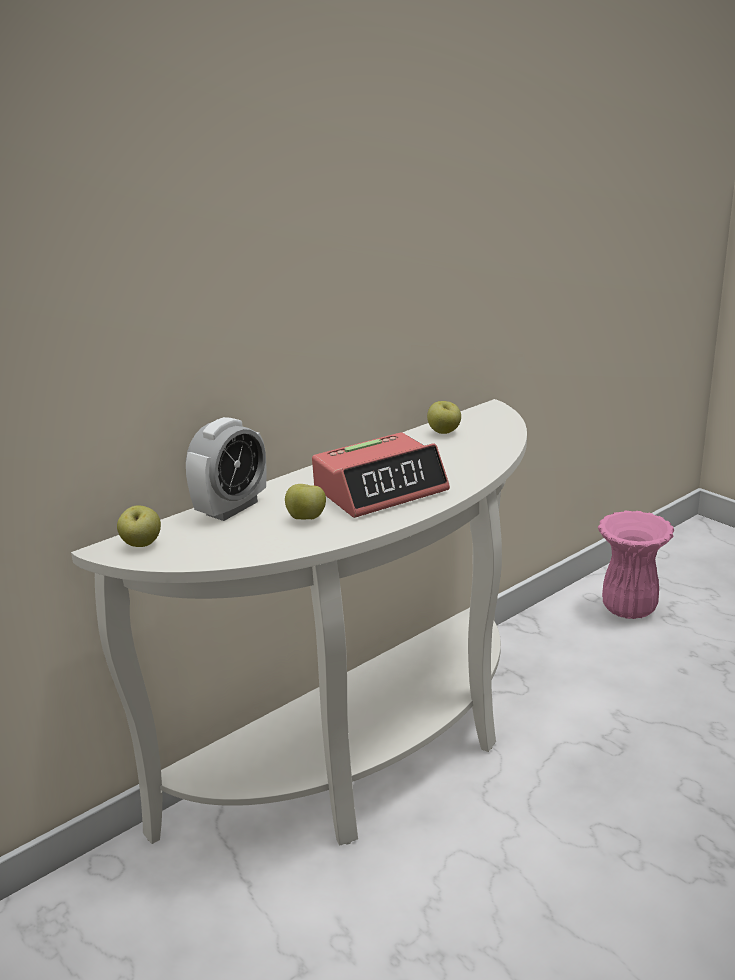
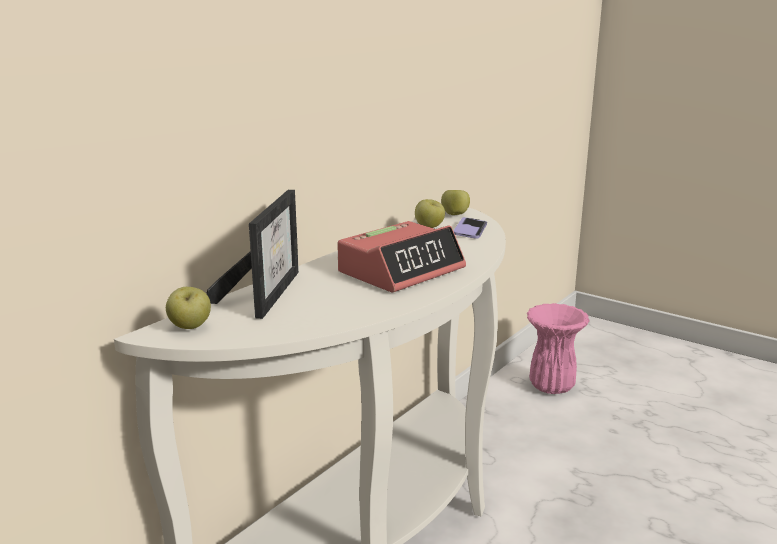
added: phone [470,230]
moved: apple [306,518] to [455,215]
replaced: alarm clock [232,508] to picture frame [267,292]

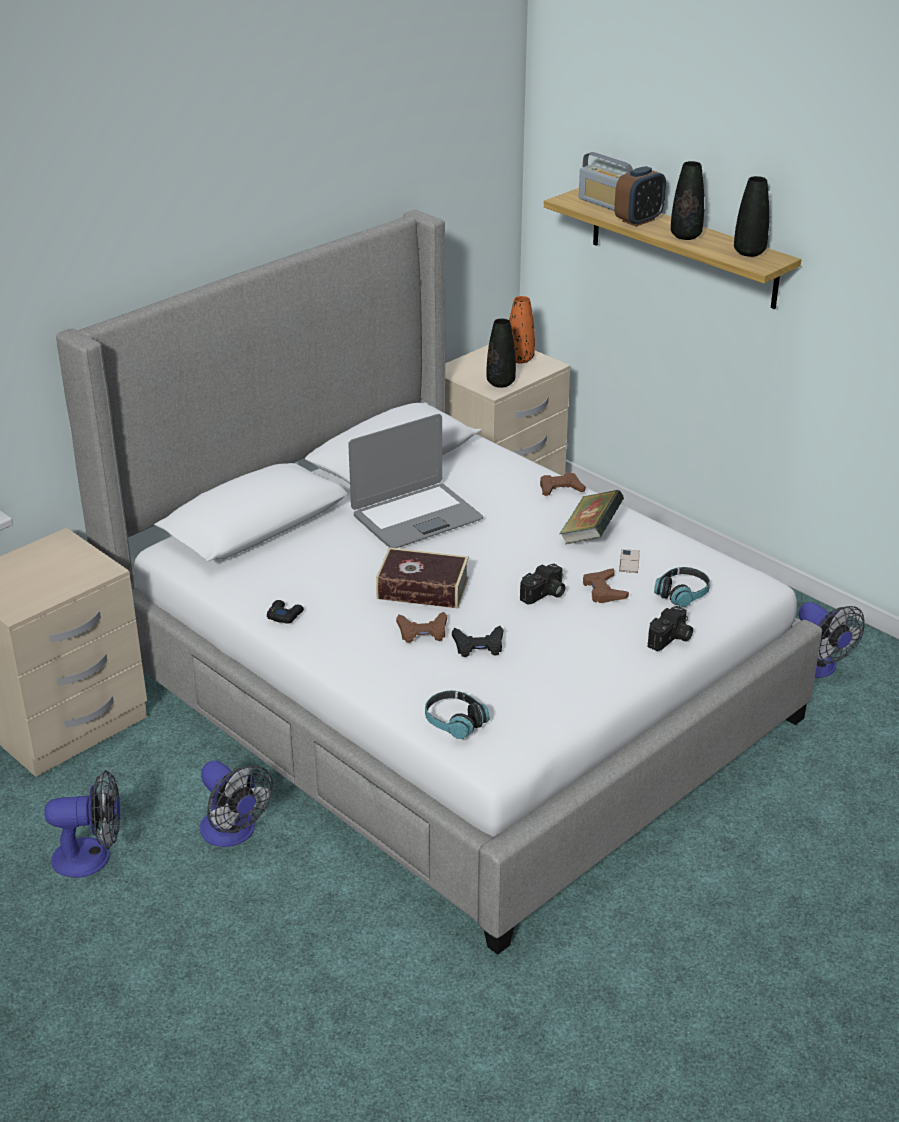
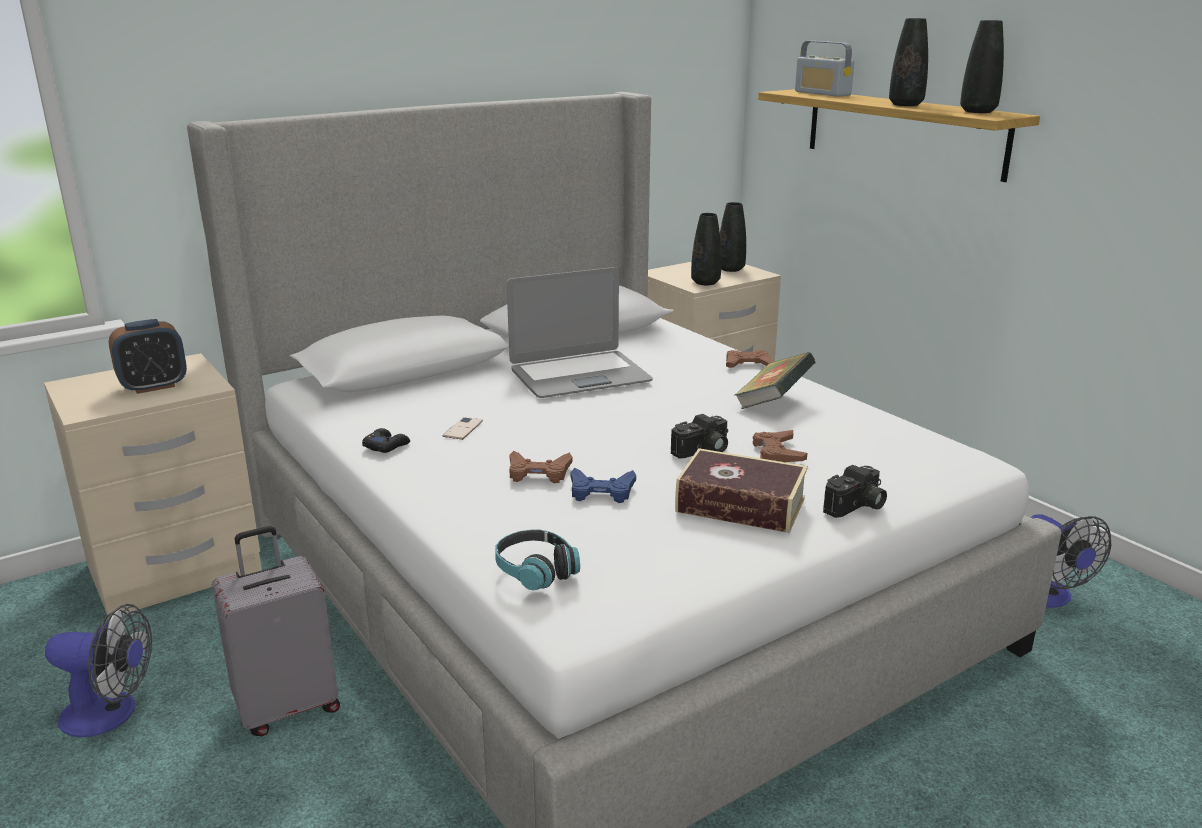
removed: headphones [682,594]
moved: book [422,588] to [740,505]; alarm clock [638,220] to [154,386]; phone [629,561] to [463,429]
replaced: fan [233,833] to grey suitcase [287,707]
recoloured: black game controller [478,646] to blue game controller [601,491]; orange vase [520,359] to black vase [730,269]

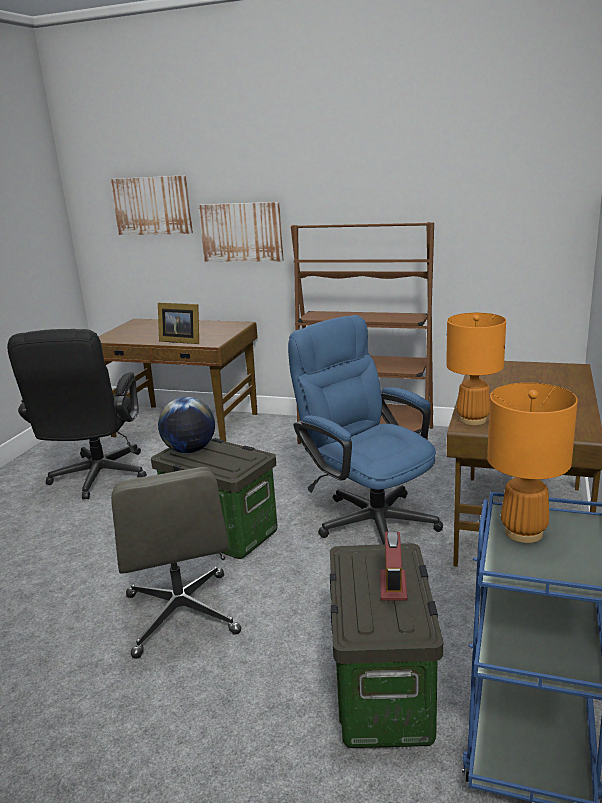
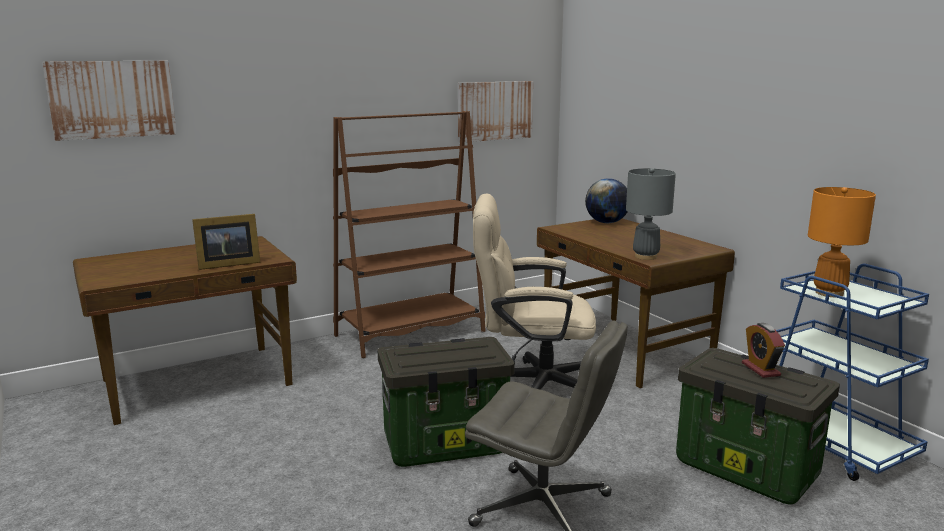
removed: black office chair [97,479]
moved: globe [190,450] to [606,222]; picture [241,232] to [494,110]
recoloured: blue office chair [368,517] to beige office chair [531,384]; orange table lamp [472,420] to grey table lamp [645,257]
turned: alarm clock [393,586] = [760,369] 150 degrees counterclockwise

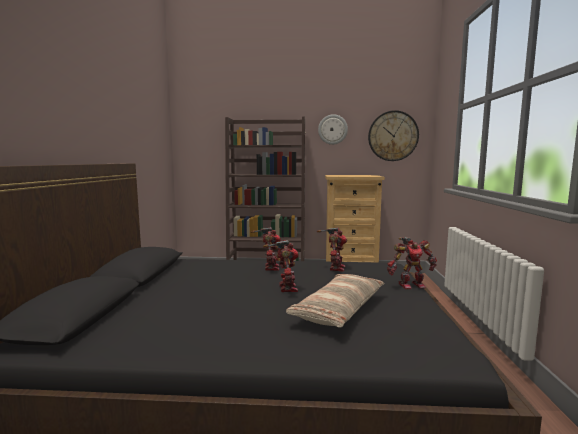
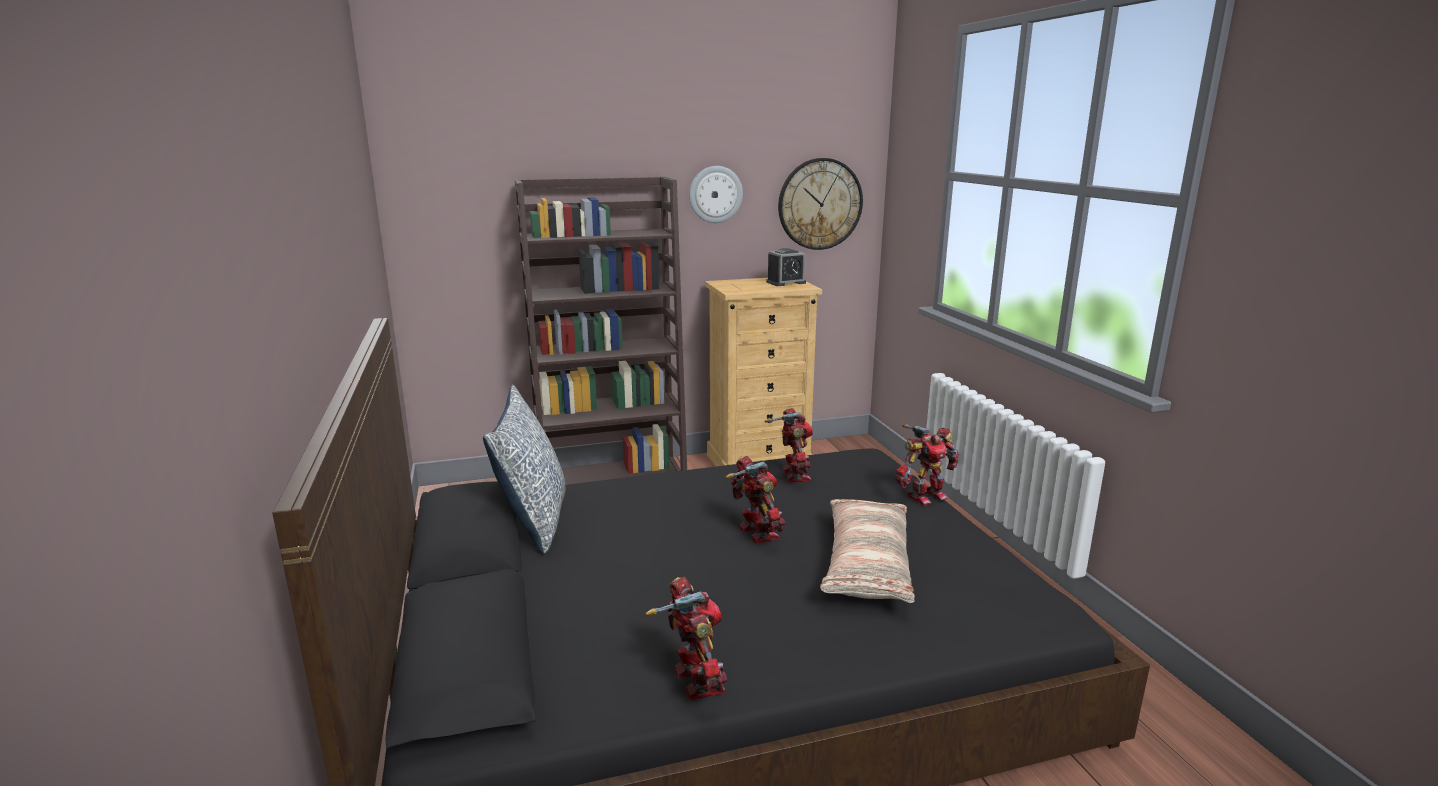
added: pillow [534,519]; alarm clock [786,282]
moved: toy robot [270,267] to [694,682]

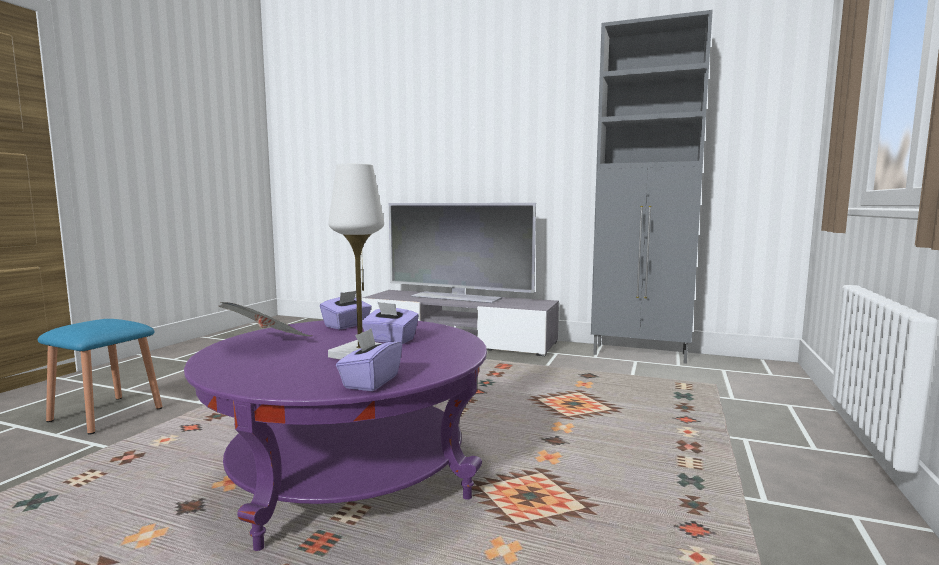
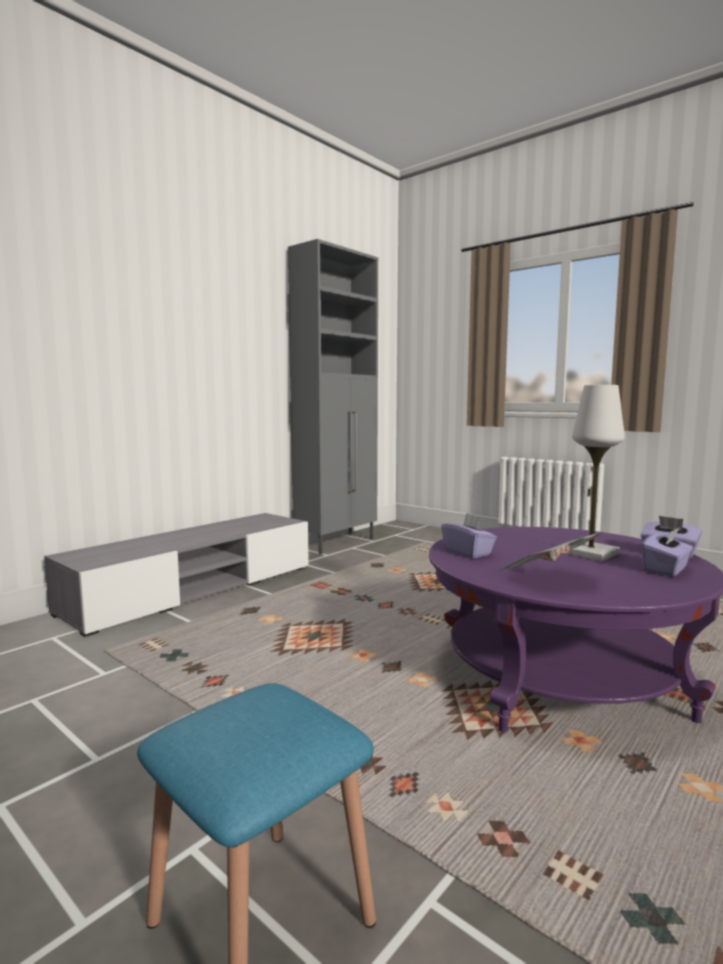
removed: television [457,297]
moved: purple tissue box [390,340] to [666,570]

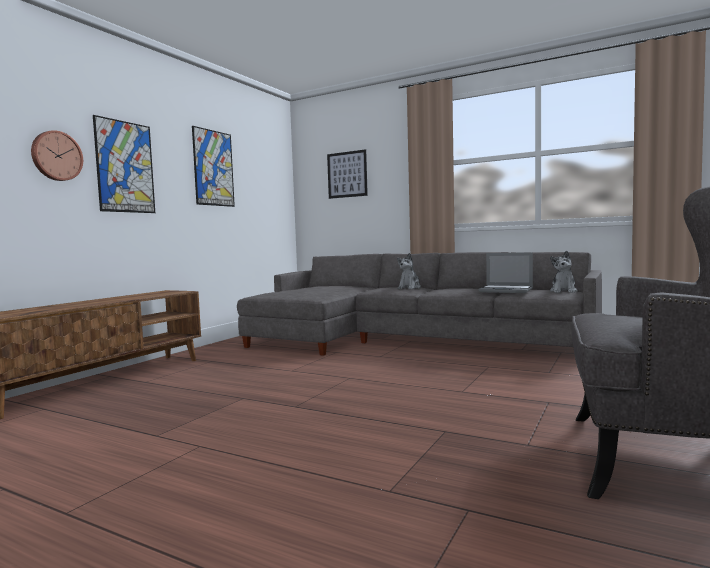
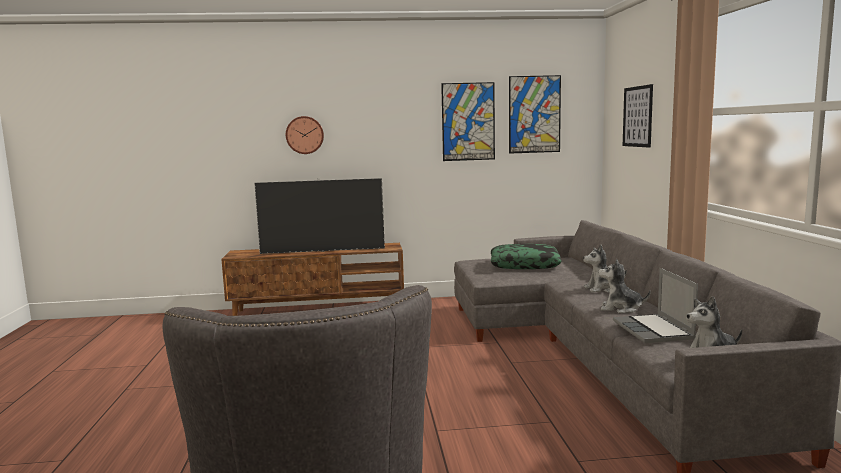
added: television [322,251]; pillow [524,265]; plush toy [620,309]
moved: picture [125,167] to [534,114]

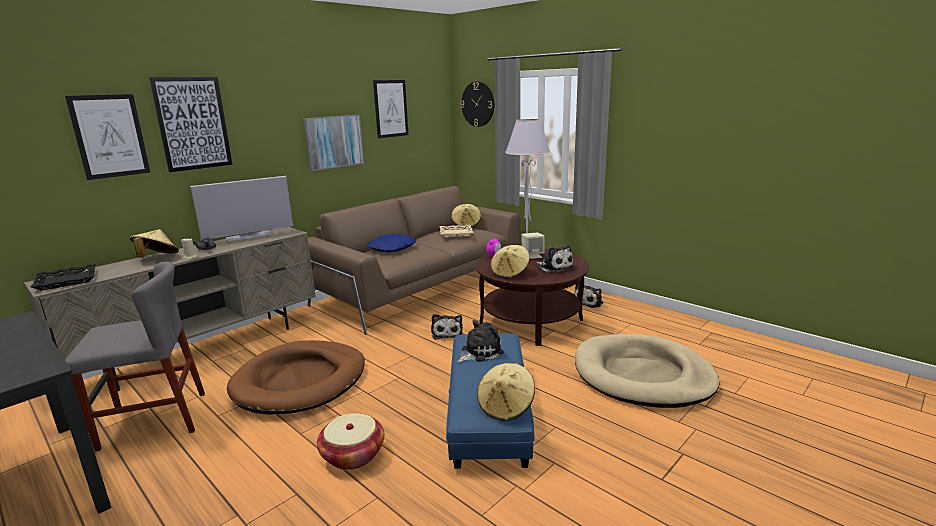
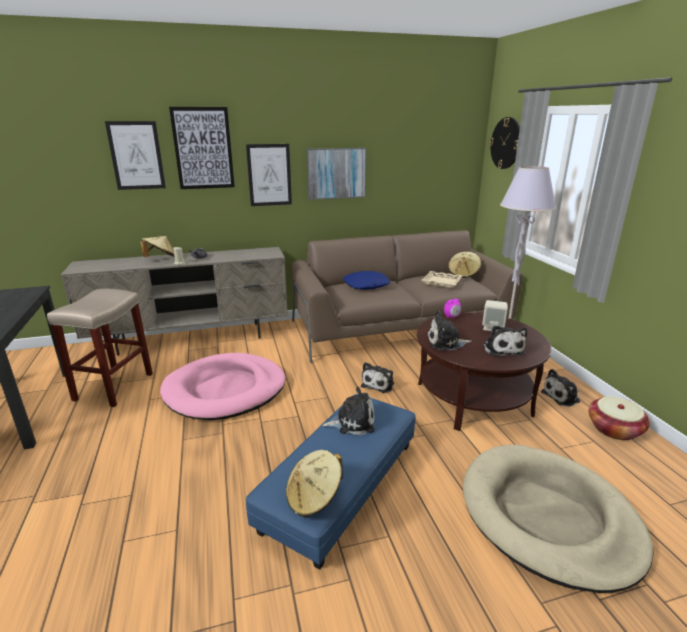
removed: black tray [67,281]; television [249,236]
moved: basket [353,455] to [614,429]; picture [391,108] to [269,175]
replaced: grey chair [153,420] to beige stool [114,387]; beige hat [510,273] to plush toy [446,342]
recoloured: brown dog bed [300,381] to pink dog bed [225,390]

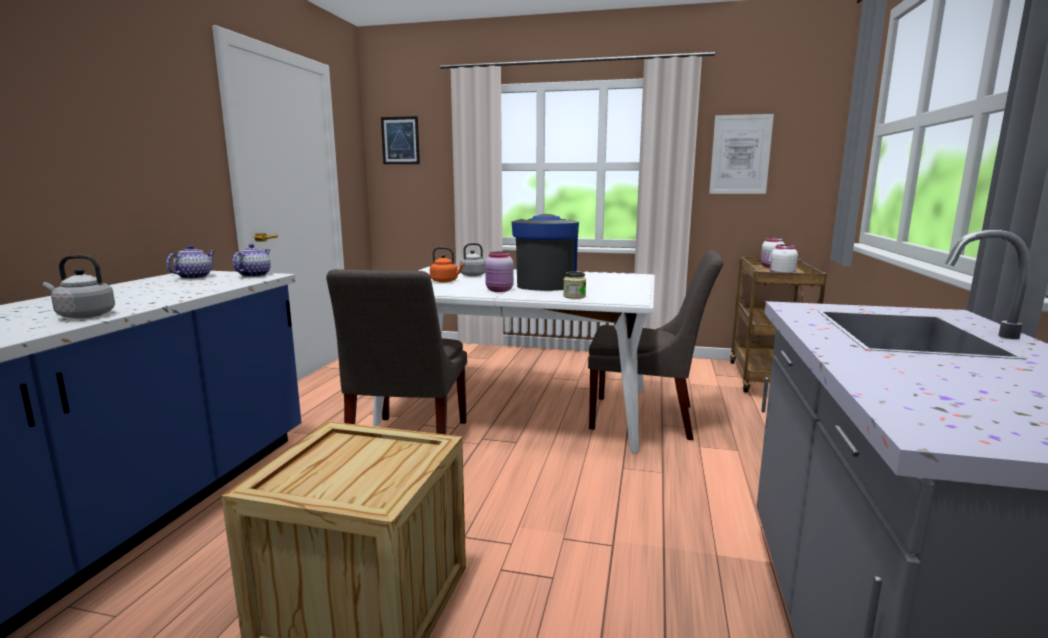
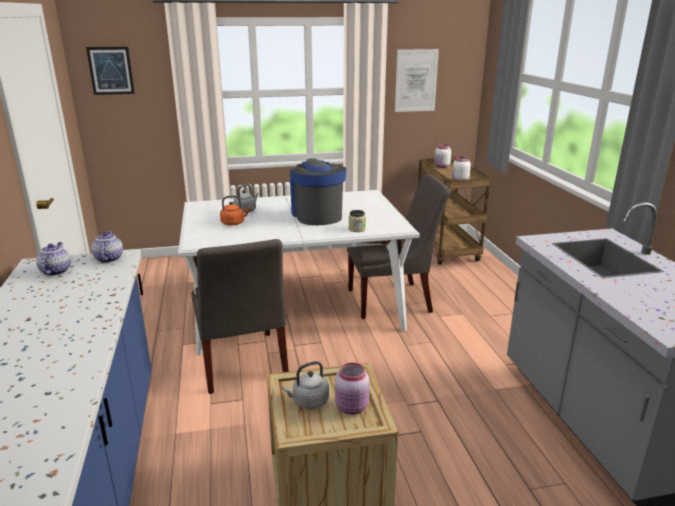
moved: grey kettle [83,315] to [308,401]; pink jar [499,290] to [352,408]

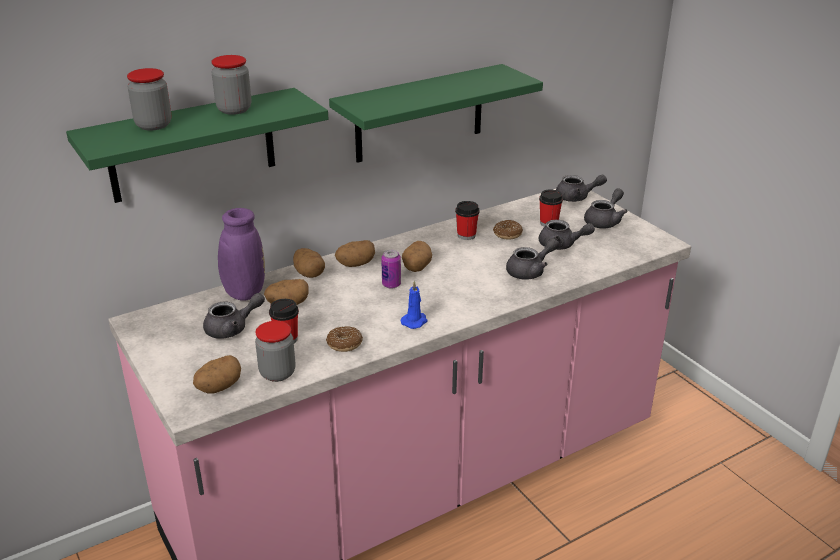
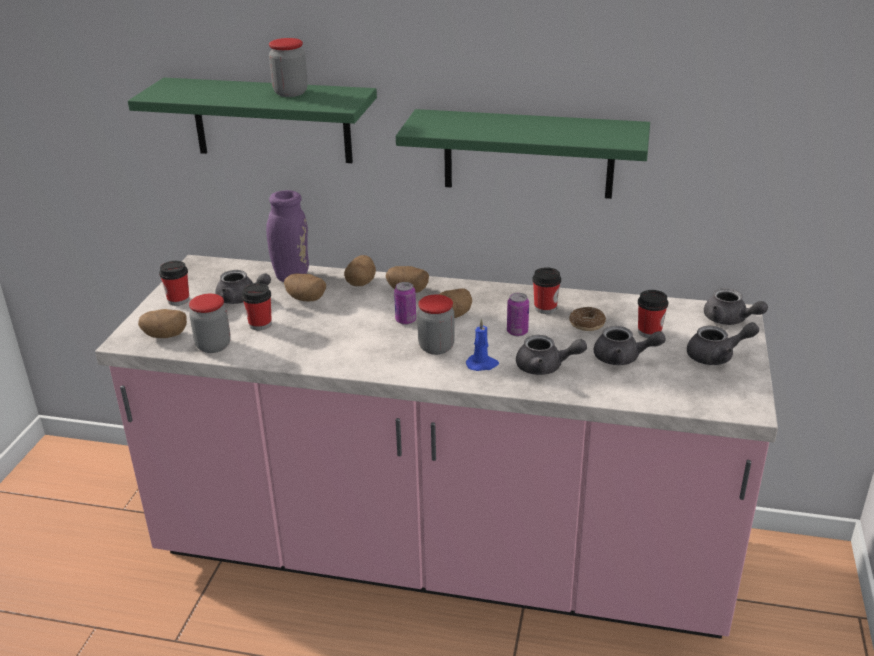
removed: donut [344,344]
added: cup [178,300]; can [517,332]
moved: jar [153,125] to [436,347]; blue candle [415,321] to [482,364]
turned: grey teapot [561,245] = [623,358] 45 degrees counterclockwise

